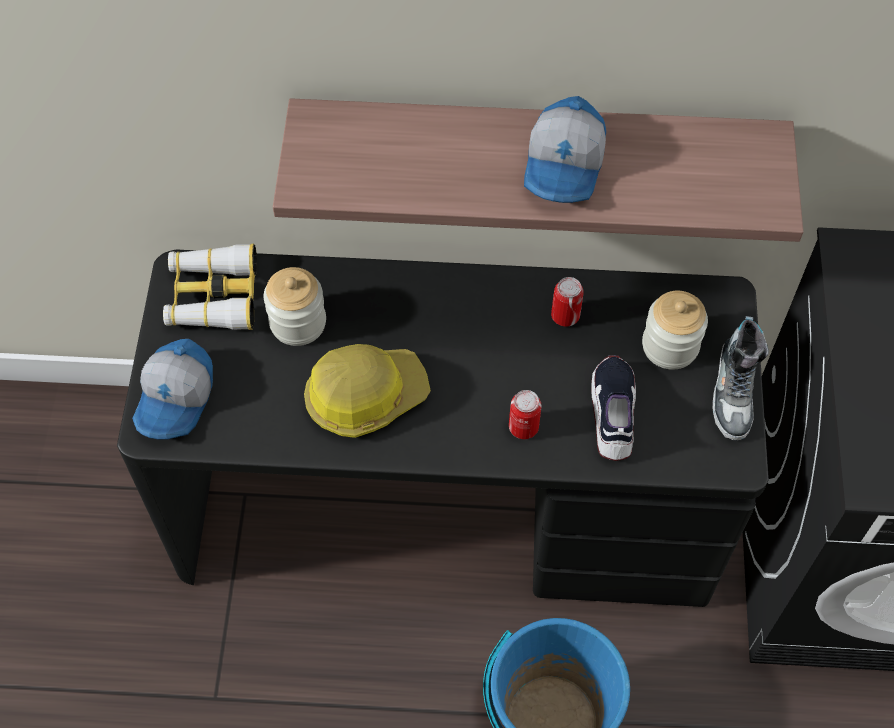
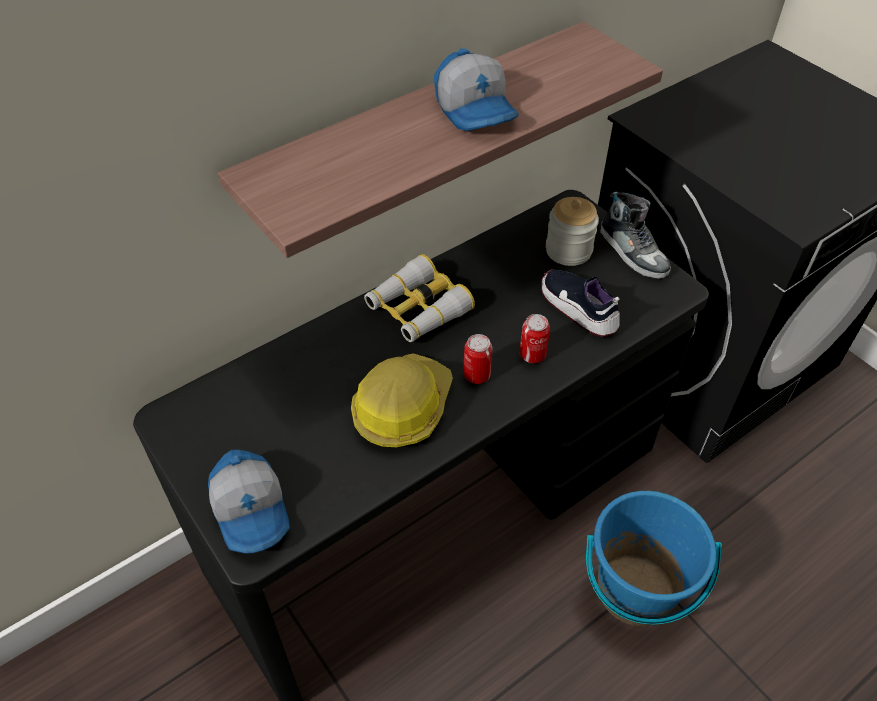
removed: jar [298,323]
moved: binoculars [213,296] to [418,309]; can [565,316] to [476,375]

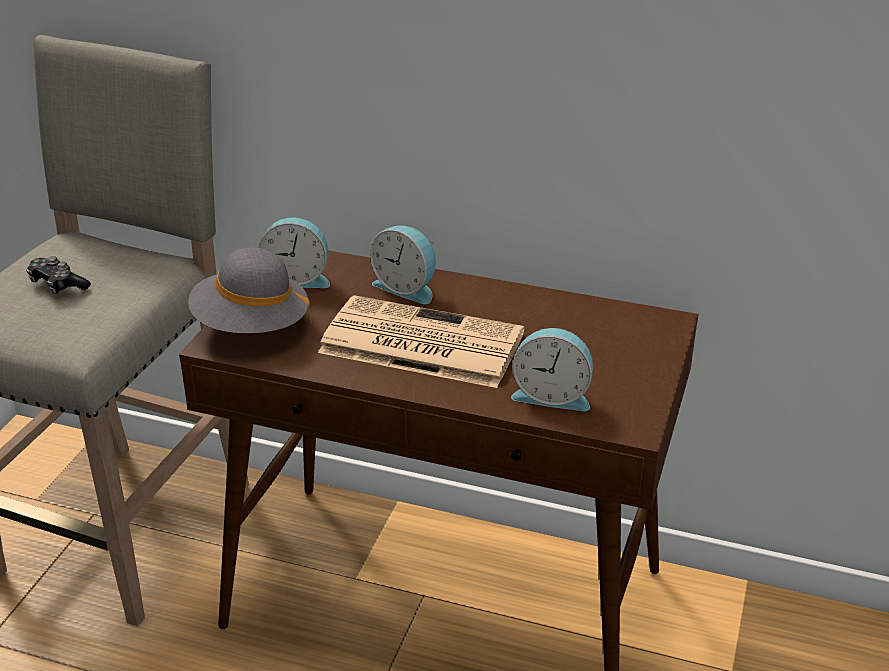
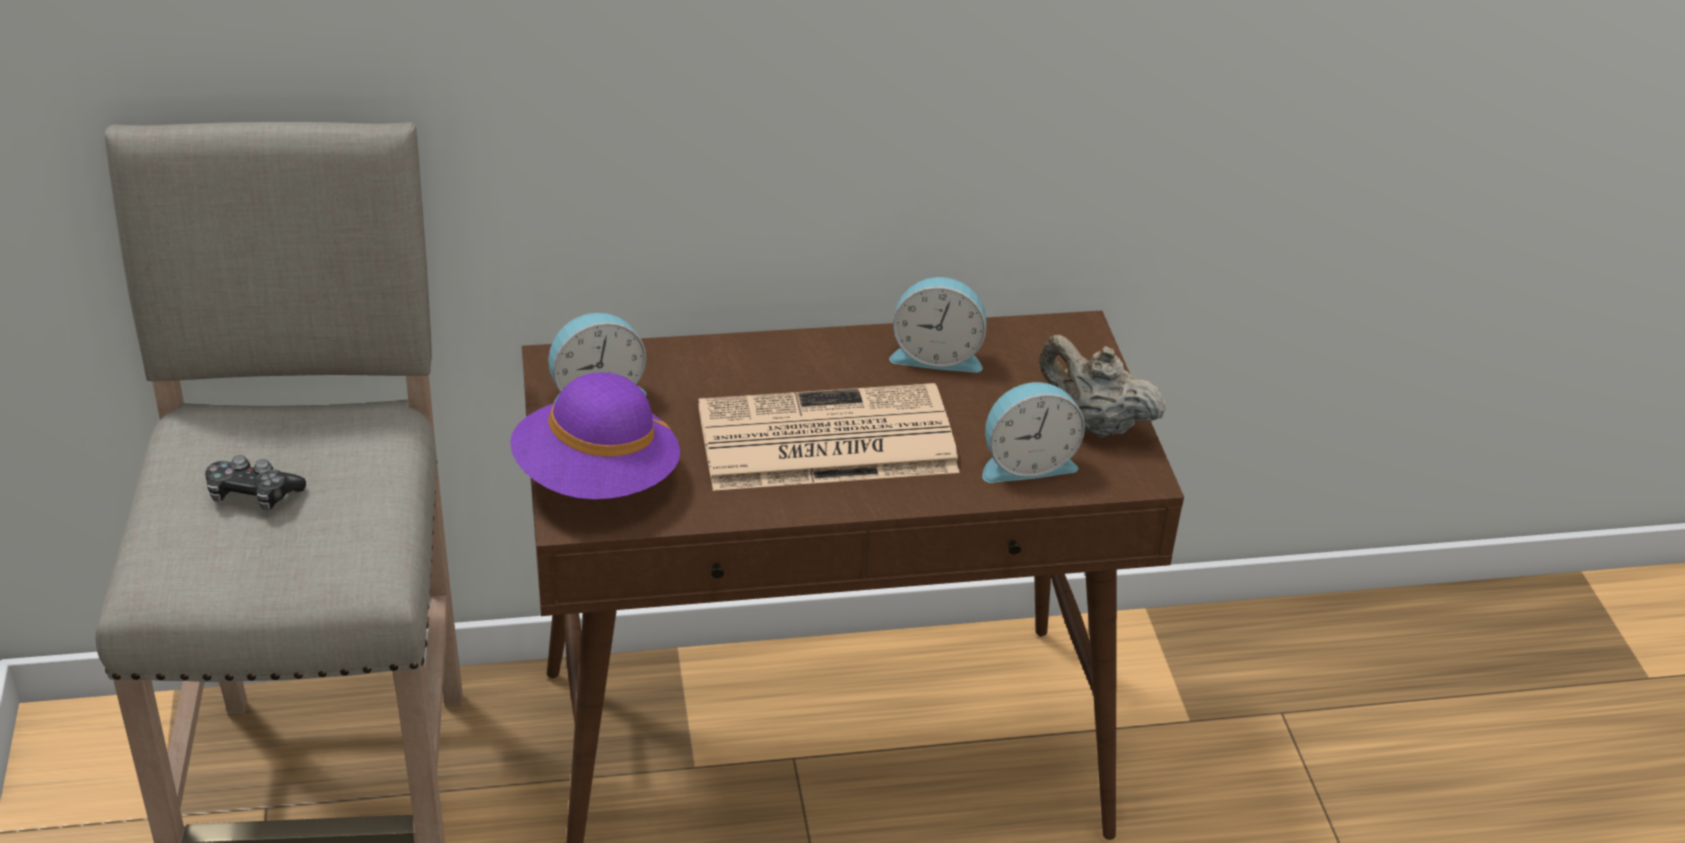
added: beige teapot [1094,423]
moved: alarm clock [407,287] to [937,355]
recoloured: grey hat [251,326] to purple hat [597,479]

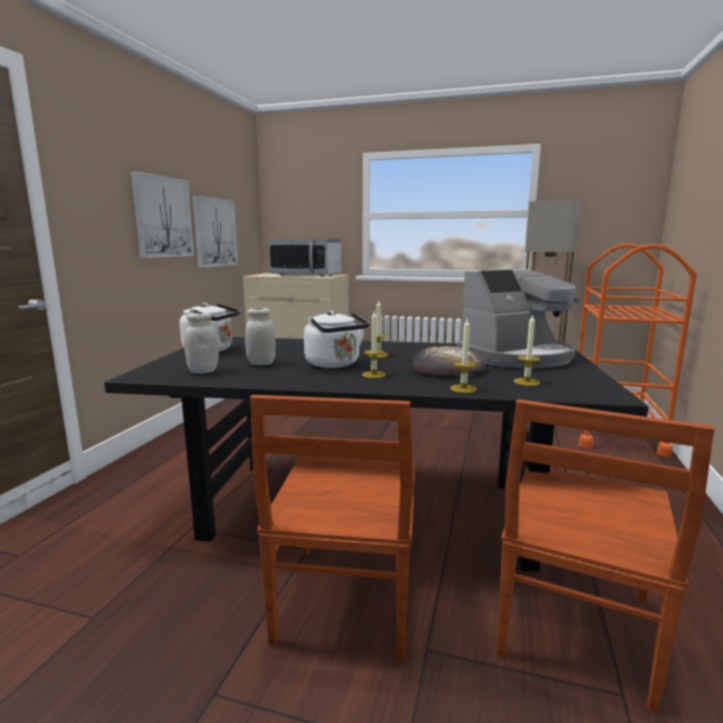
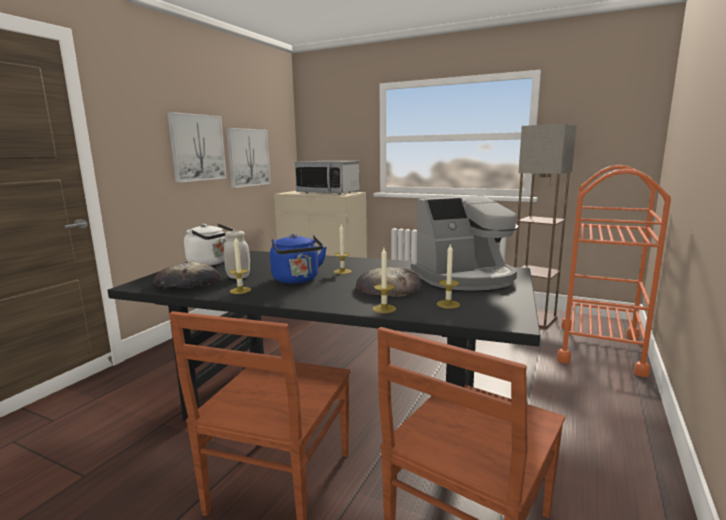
moved: candle [373,374] to [240,290]
replaced: white jar [203,371] to bread [187,283]
recoloured: white kettle [335,364] to blue kettle [297,280]

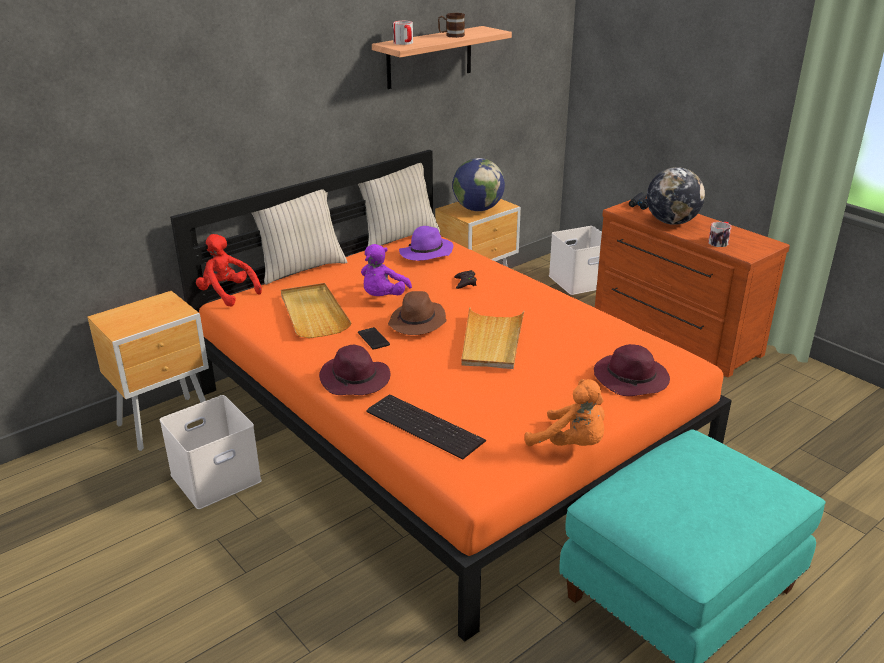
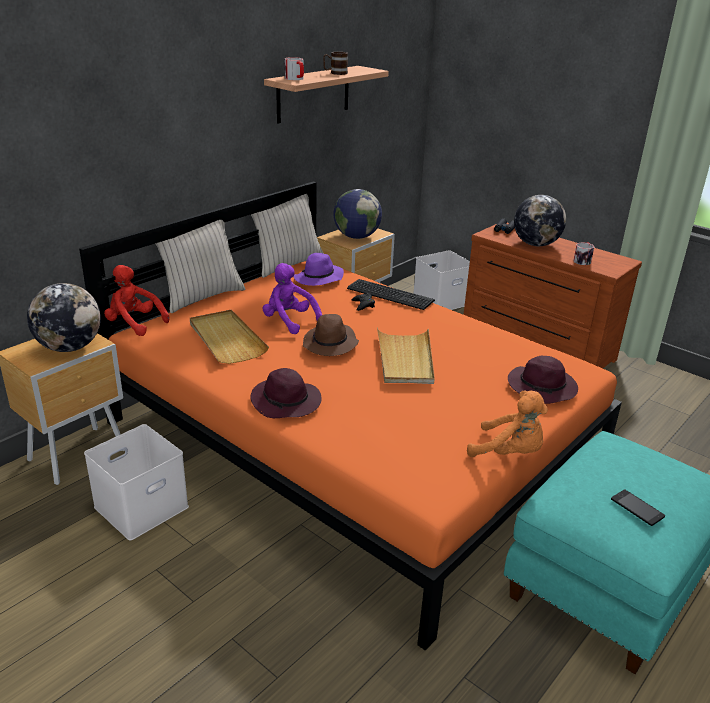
added: globe [69,347]
moved: phone [373,339] to [637,508]; keyboard [425,424] to [390,293]
turned: purple plush toy [383,297] = [289,321] 120 degrees clockwise

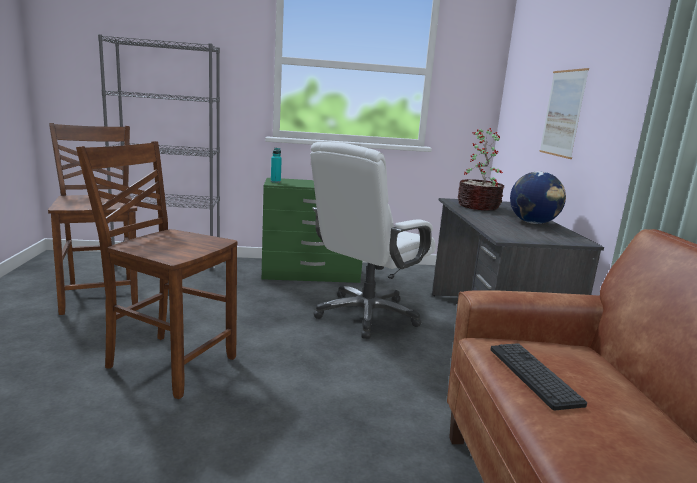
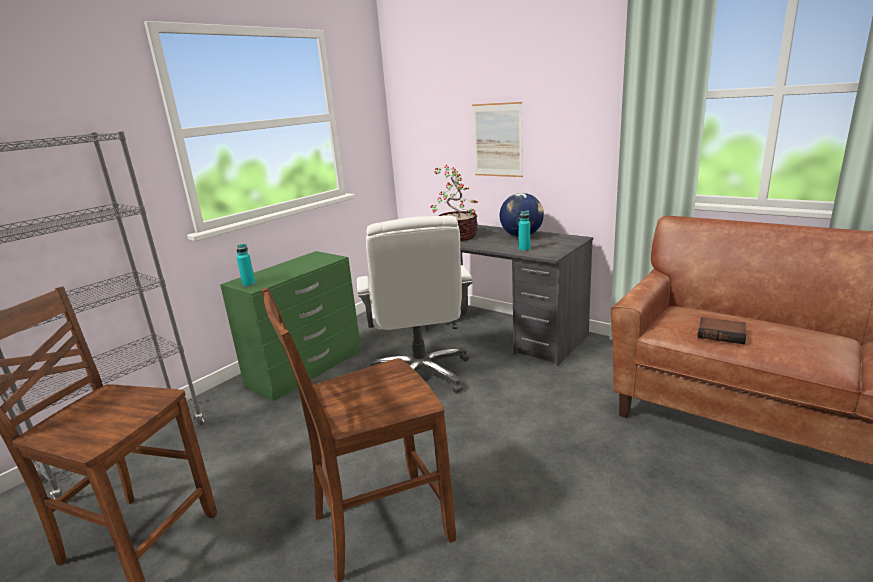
added: turquoise bottle [524,249]
replaced: keyboard [533,375] to book [721,334]

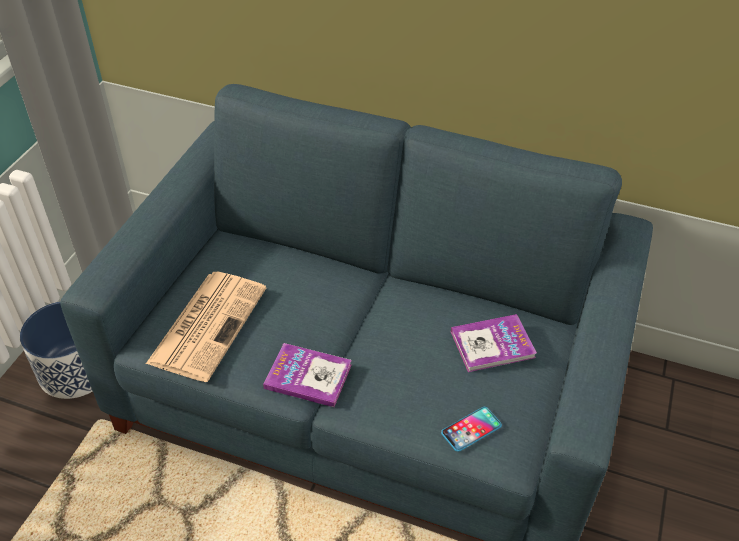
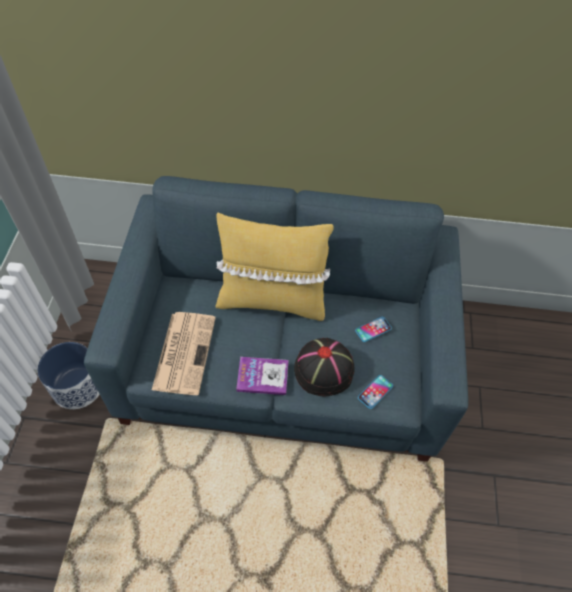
added: yellow pillow [272,300]; black hat [324,369]
replaced: book [492,344] to phone [373,329]

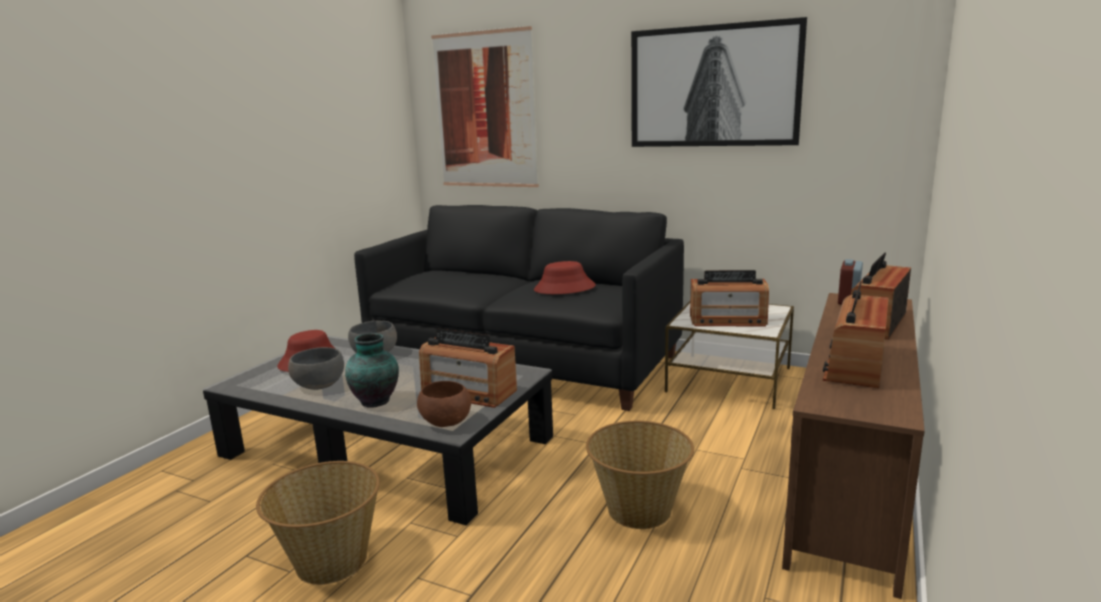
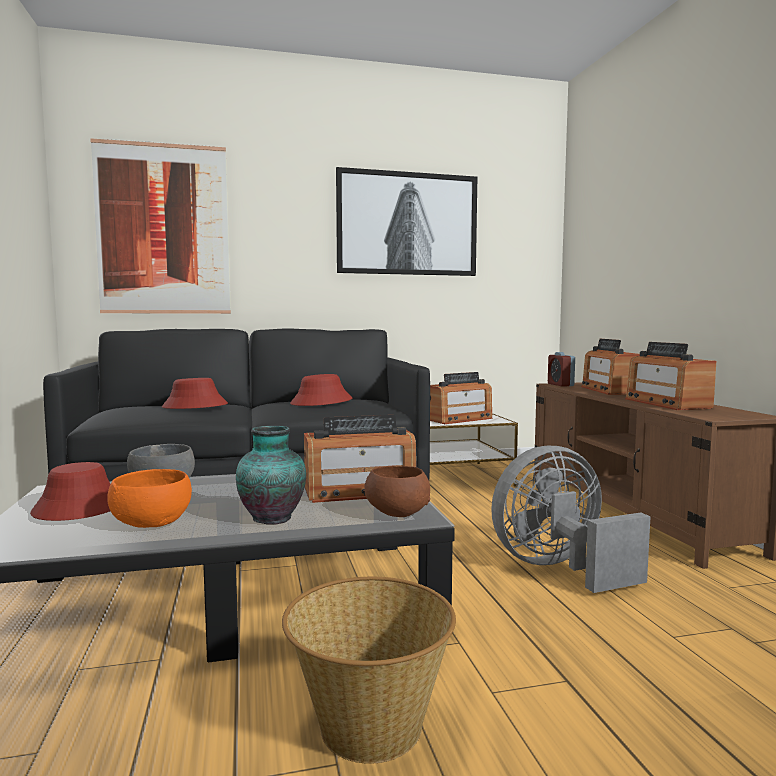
added: red hat [194,406]
replaced: basket [639,511] to grey fan [559,568]
recoloured: grey bowl [319,385] to orange bowl [151,523]

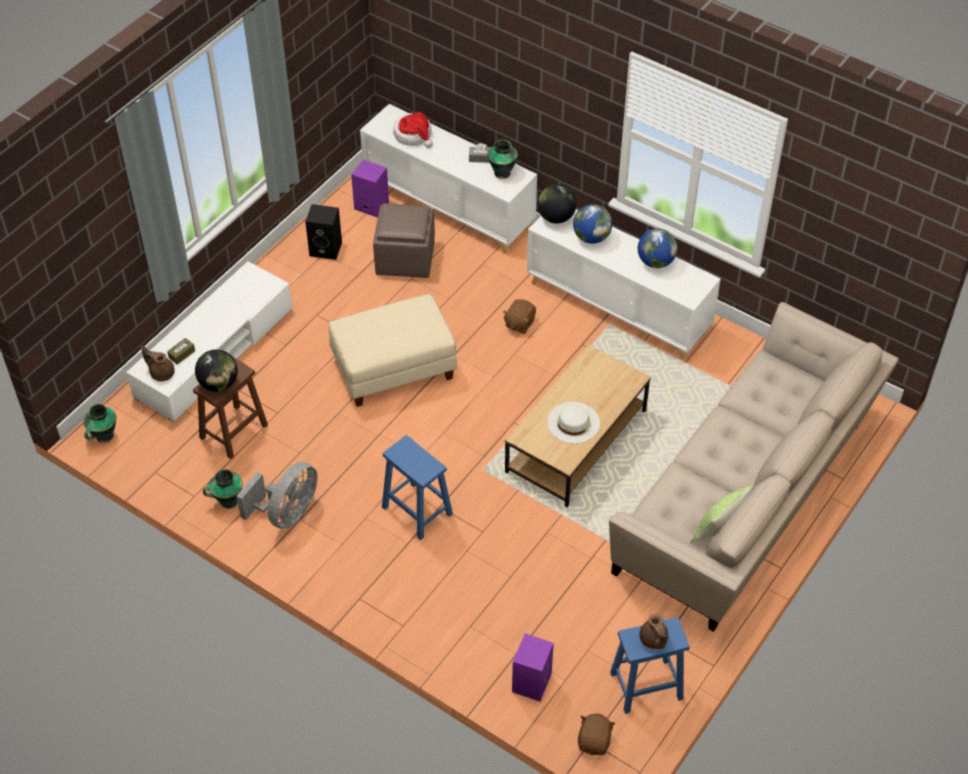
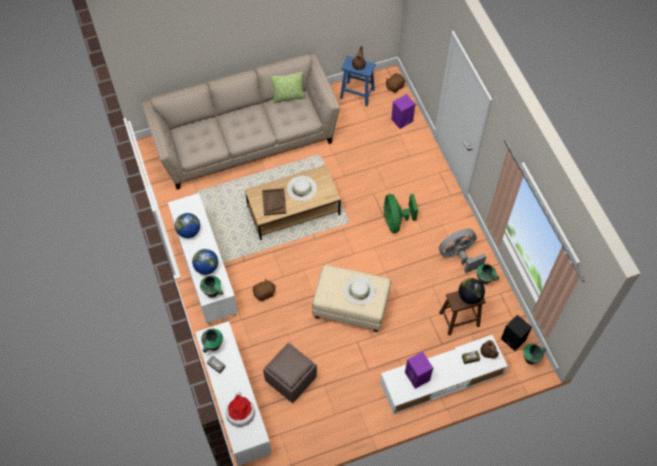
added: brown tray [274,202]; white hat [359,290]
moved: black speaker [326,249] to [512,339]; purple speaker [370,206] to [418,376]
replaced: blue stool [416,510] to green fan [396,221]; globe [556,218] to vase [213,293]

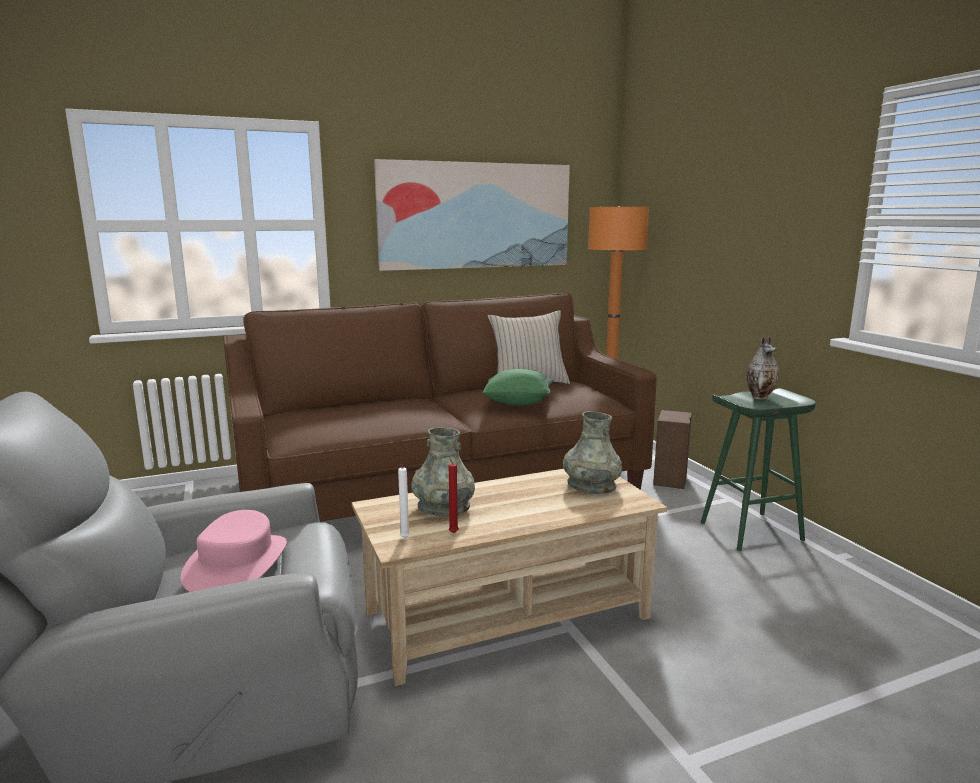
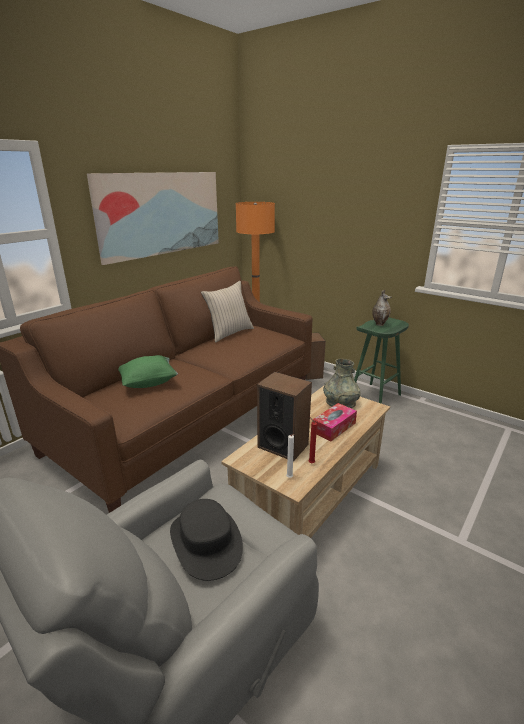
added: tissue box [334,427]
moved: green pillow [518,403] to [149,383]
replaced: grey vase [443,507] to speaker [283,445]
recoloured: pink hat [237,564] to black hat [206,541]

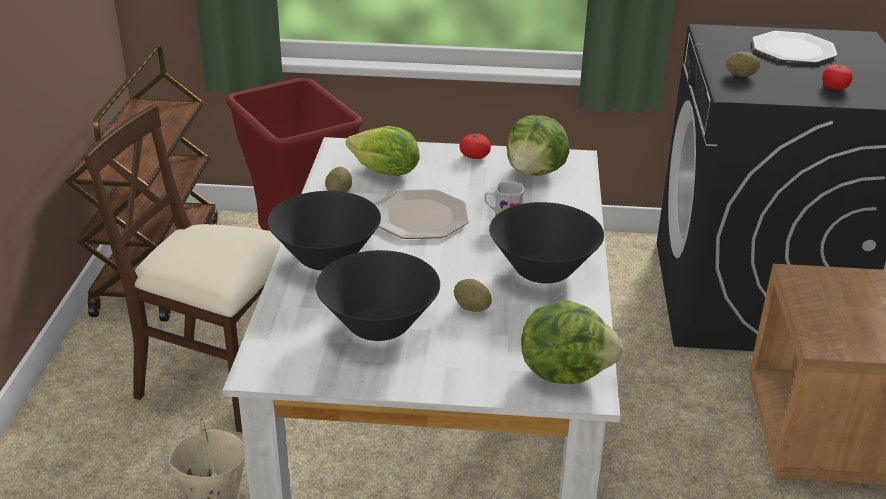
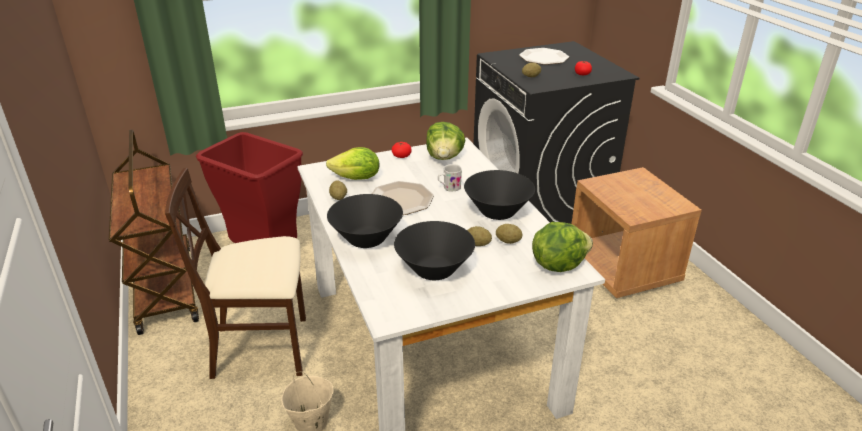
added: potato [508,241]

